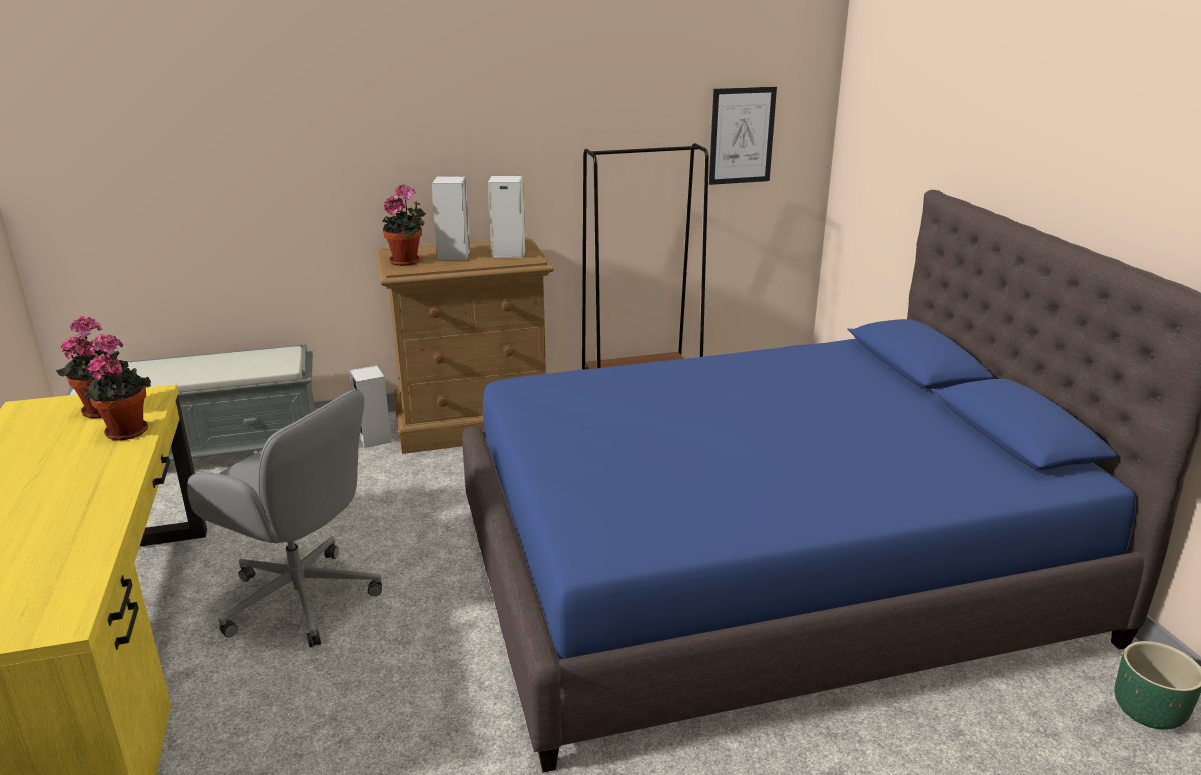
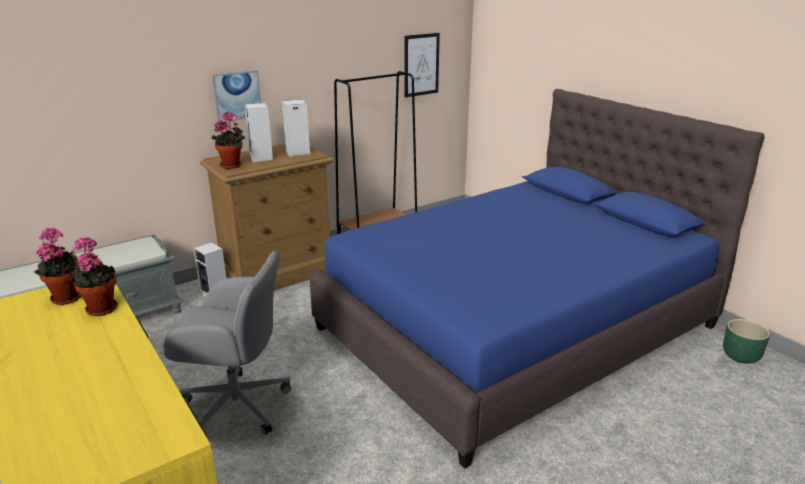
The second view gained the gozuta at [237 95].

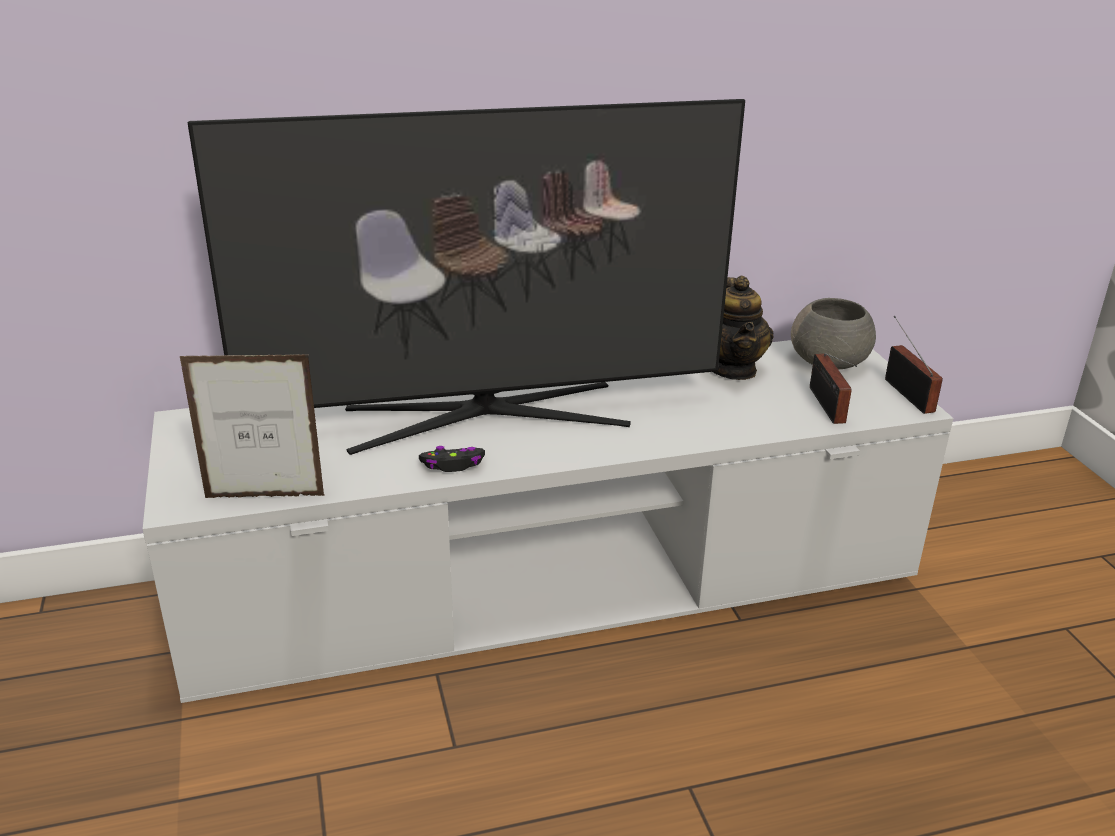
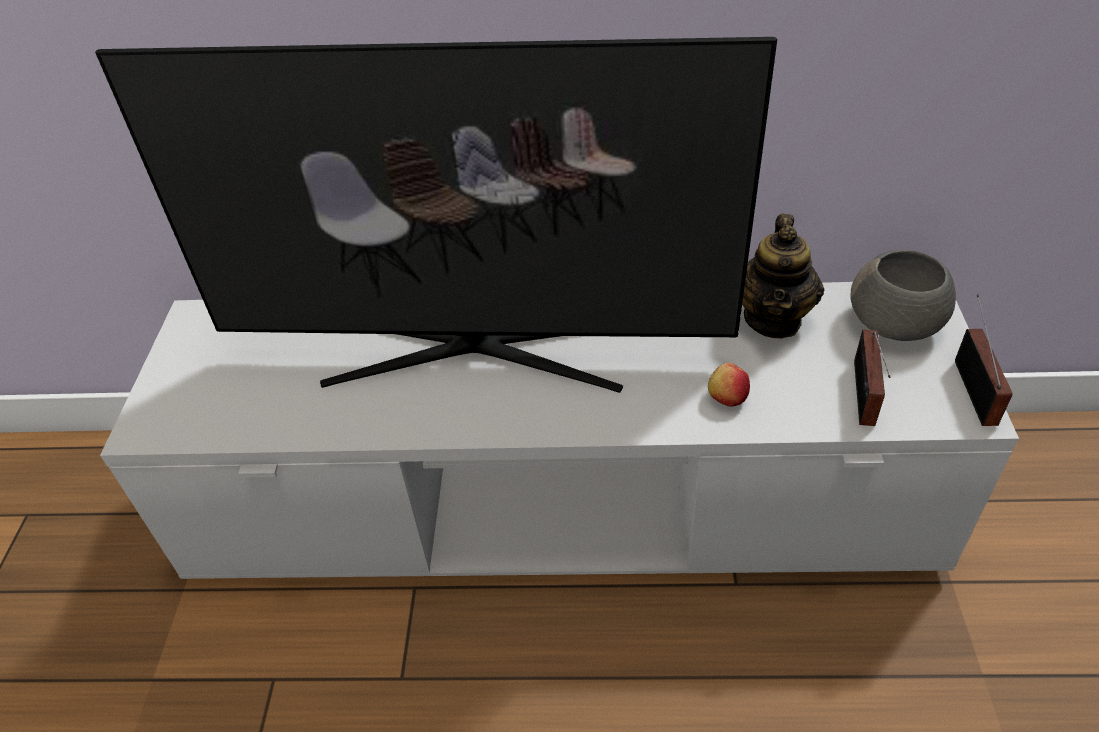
The second view lost the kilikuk at [265 497]. The second view lost the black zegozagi at [453 465]. The second view gained the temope at [727 397].

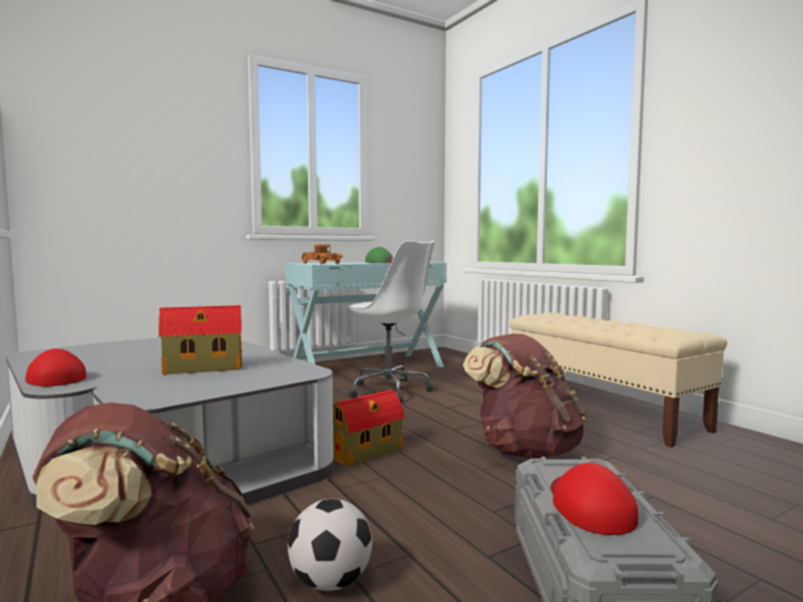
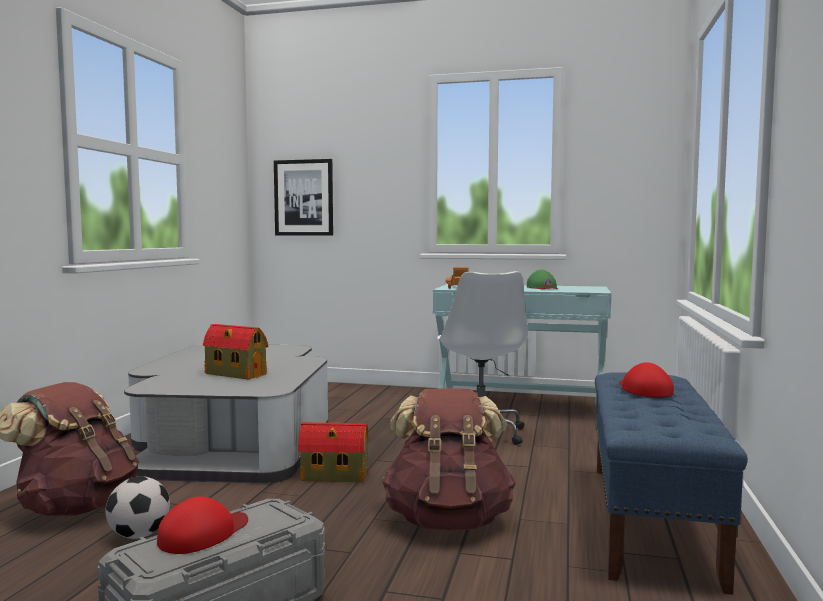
What was the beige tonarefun at [603 411] turned into the blue tonarefun at [651 520]. The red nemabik ended up elsewhere, having gone from [53 378] to [644 389]. The second view gained the gozuta at [304 198].

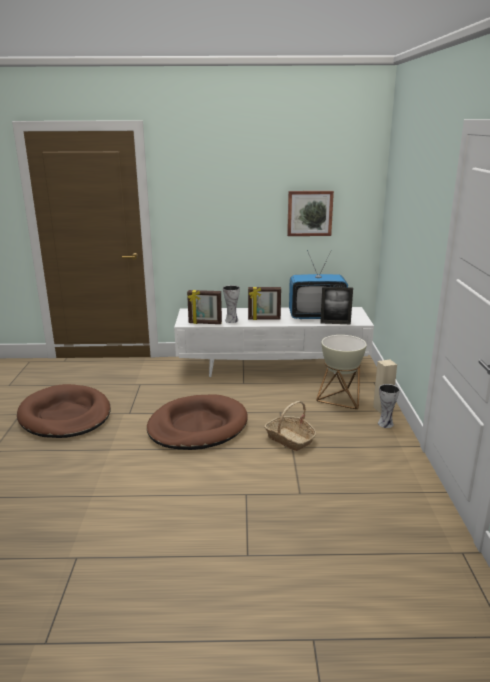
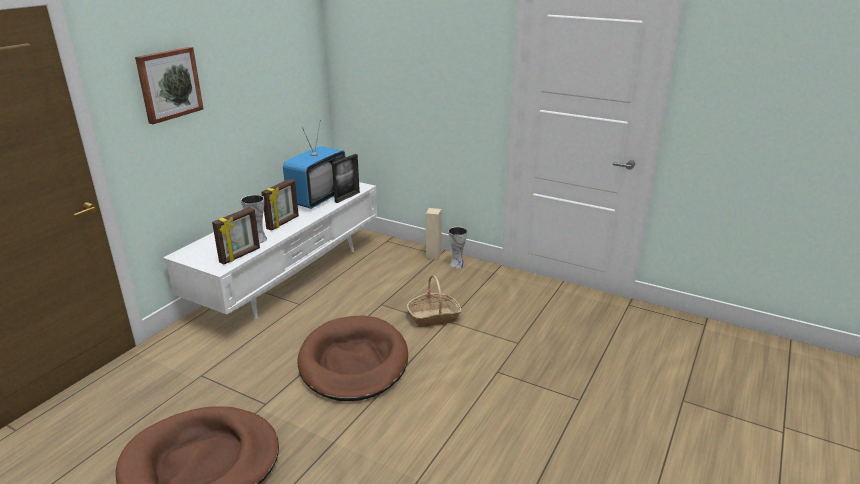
The gozuta ended up elsewhere, having gone from [309 213] to [169 84]. The second view lost the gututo at [340 399].

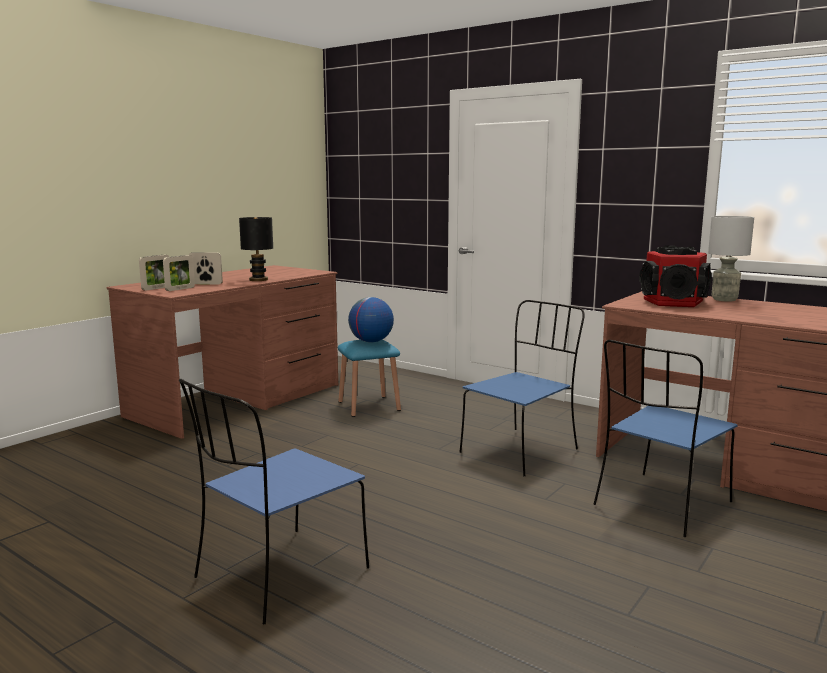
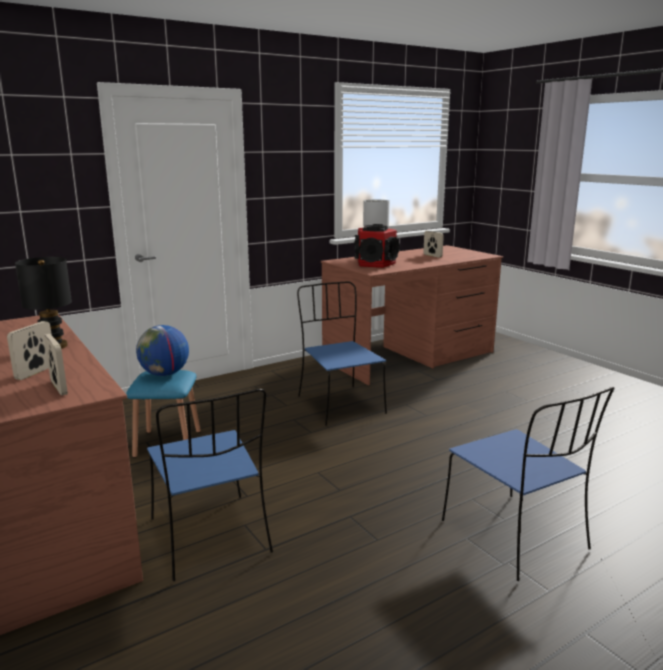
The kilikuk ended up elsewhere, having gone from [156 288] to [432 256]. The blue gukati ended up elsewhere, having gone from [661 505] to [211 537].

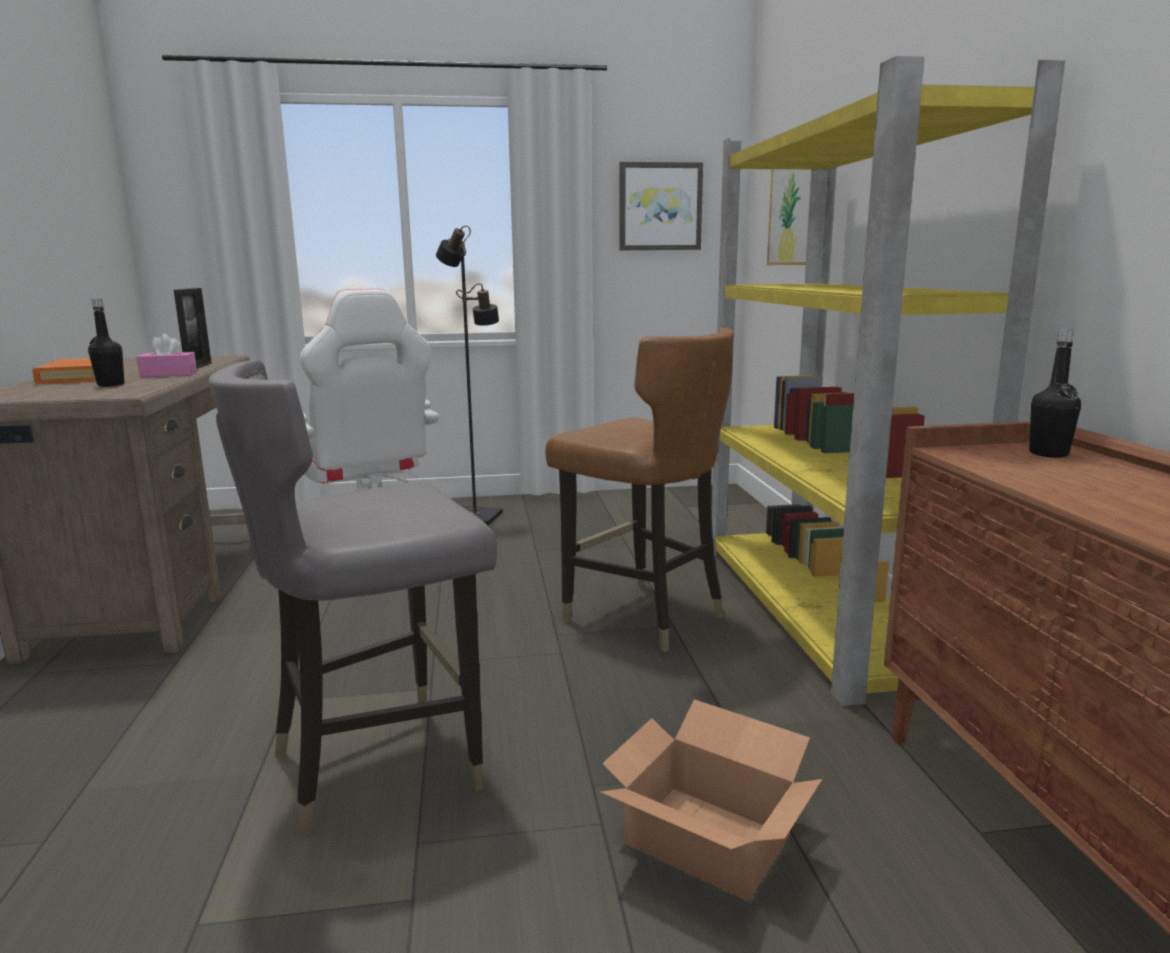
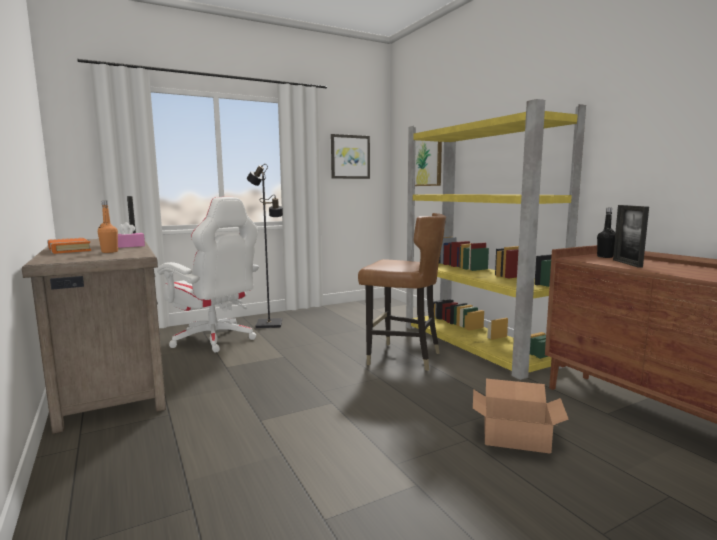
What was the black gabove at [111 385] turned into the orange gabove at [109 252]. The second view lost the grey gukati at [379 764]. The second view gained the kilikuk at [627 263].

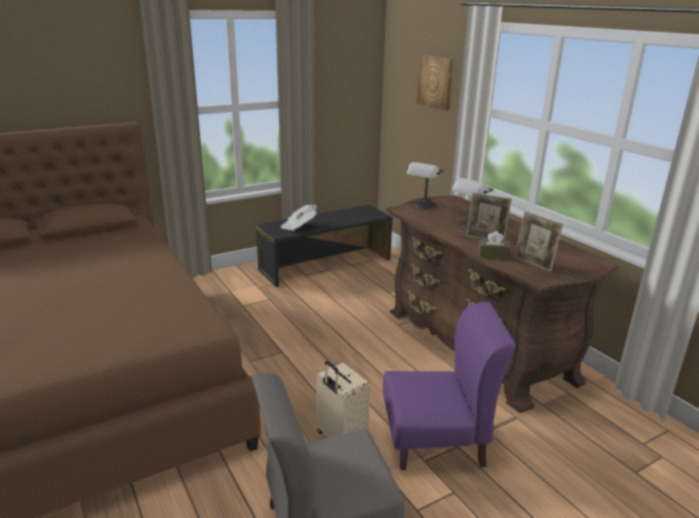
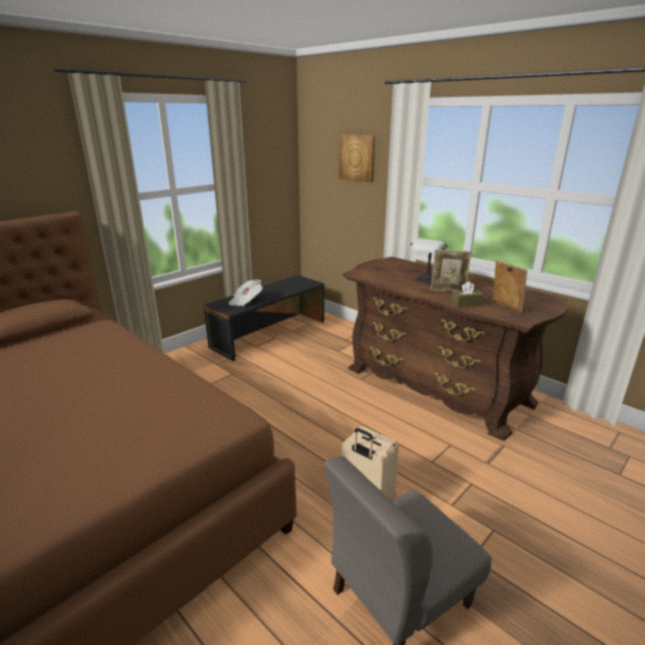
The second view lost the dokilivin at [423 206]. The kilikuk at [533 264] ended up facing another way, 150 degrees counterclockwise from before. The second view lost the purple gukati at [435 441].

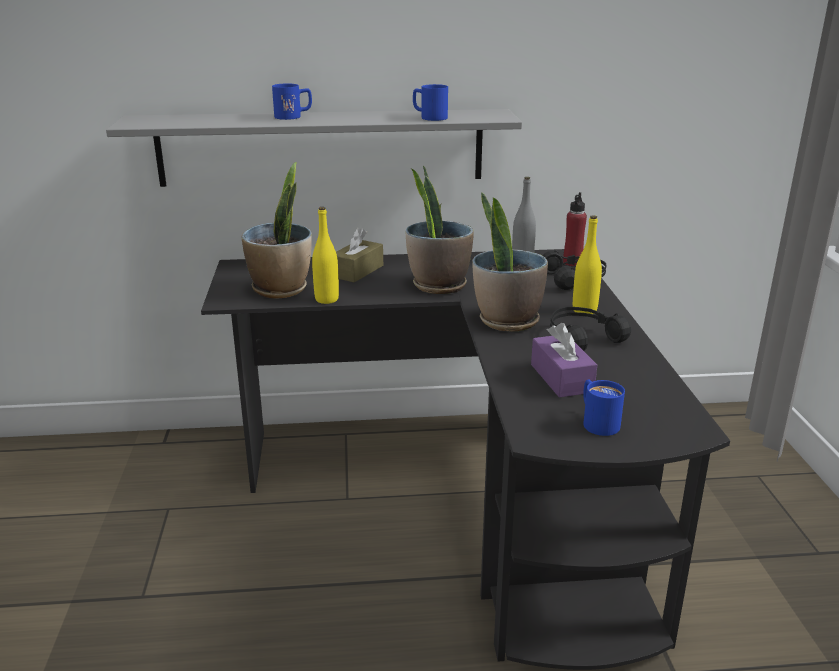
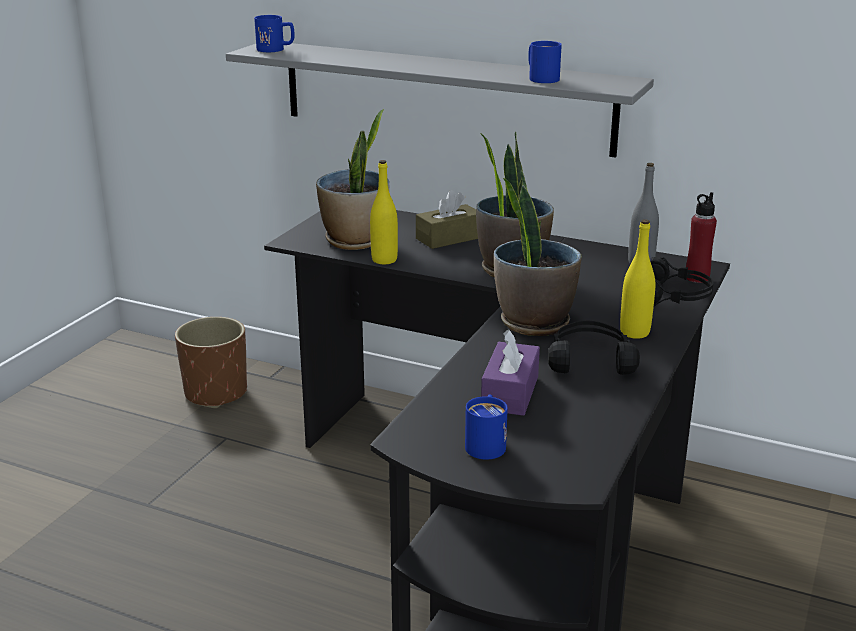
The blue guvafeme ended up elsewhere, having gone from [293 116] to [276 50]. The second view gained the brown gututo at [216 392].

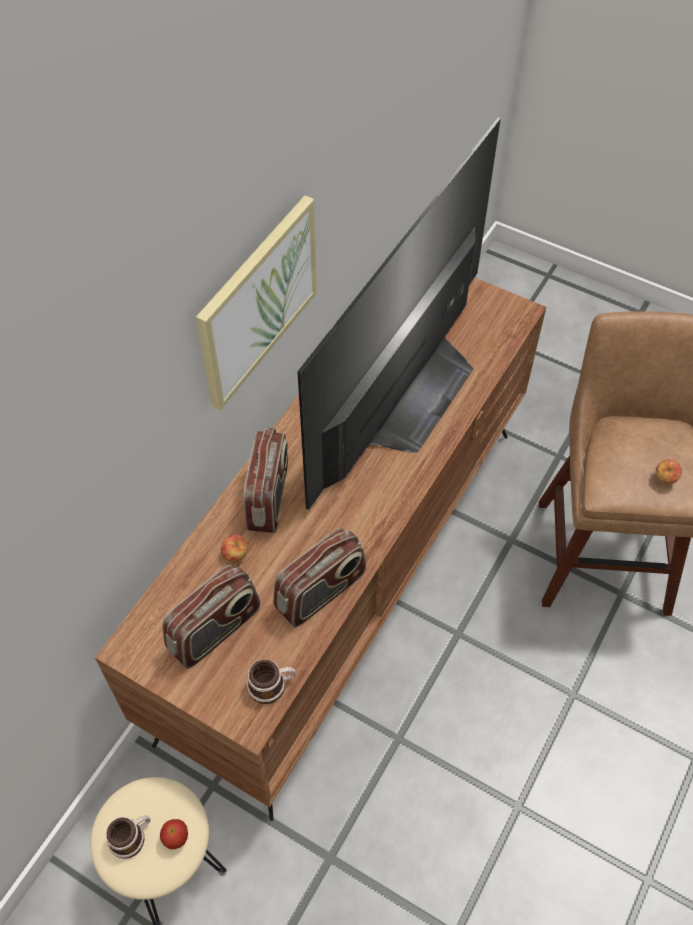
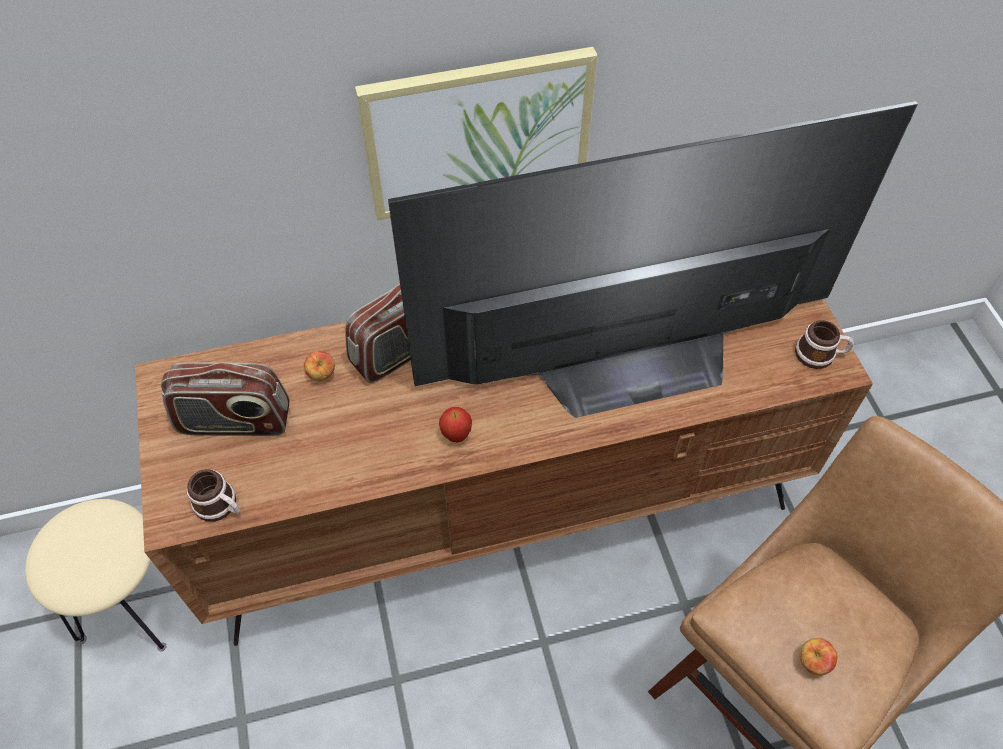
The second view lost the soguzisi at [321 592]. The guvafeme ended up elsewhere, having gone from [132 837] to [820 355]. The temope ended up elsewhere, having gone from [176 839] to [456 435].

